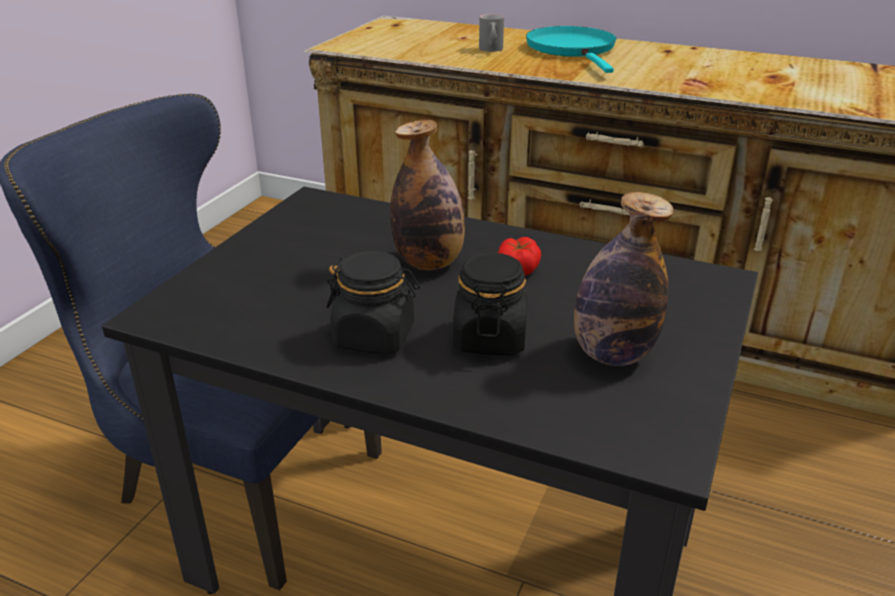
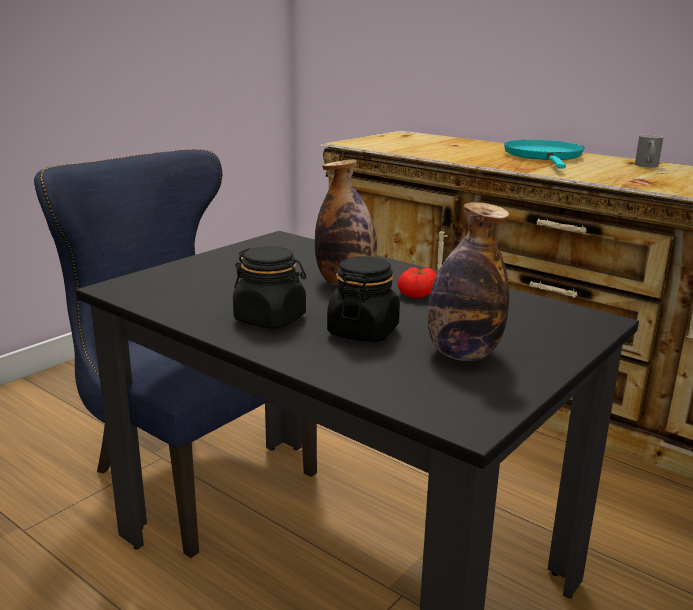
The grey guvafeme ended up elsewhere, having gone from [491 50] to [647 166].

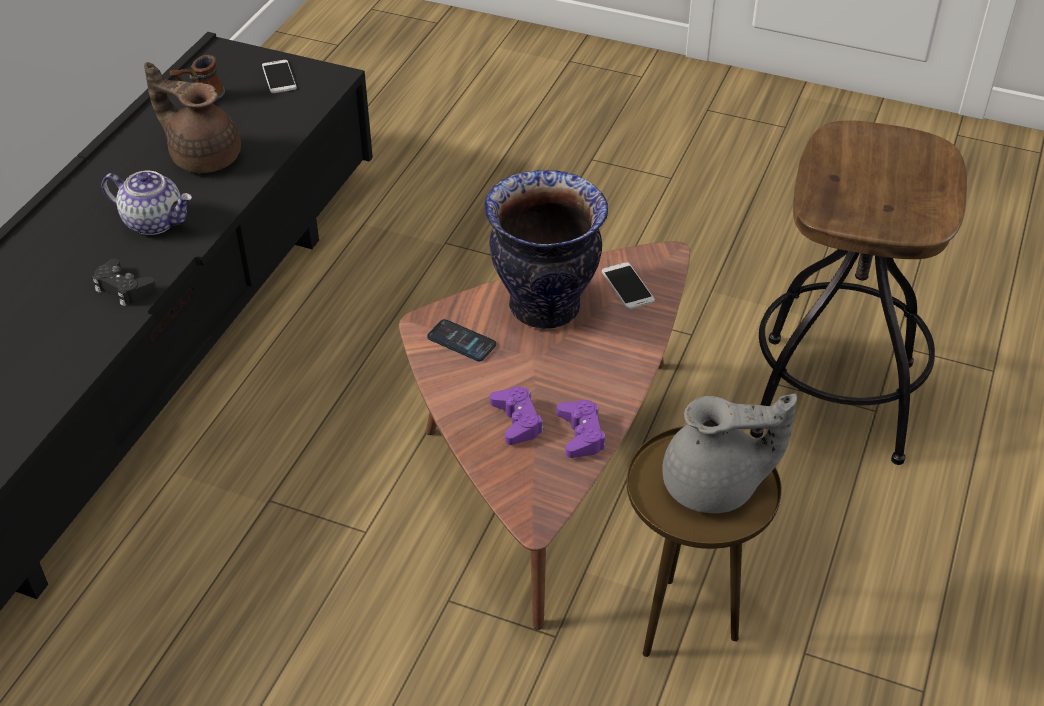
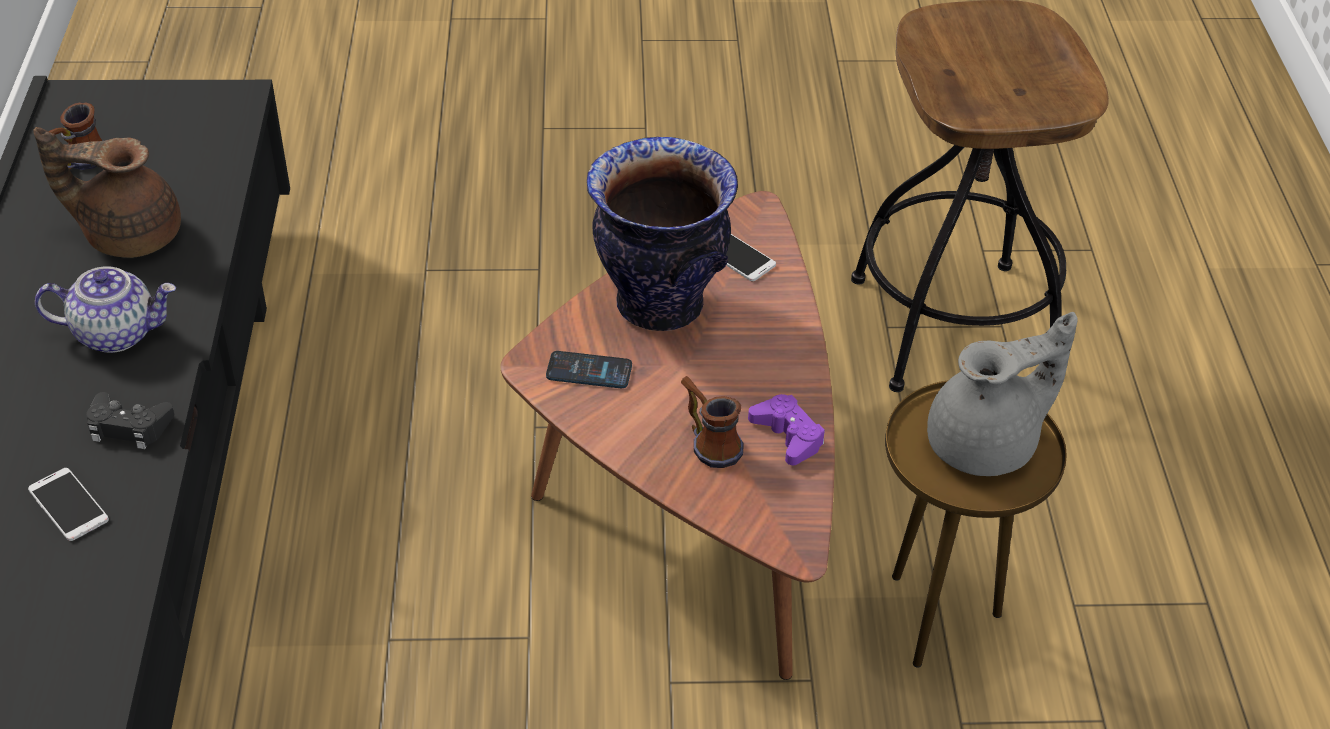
The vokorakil ended up elsewhere, having gone from [279 77] to [68 505]. Where the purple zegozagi stood at [517 420], the guvafeme came to stand at [708 442].

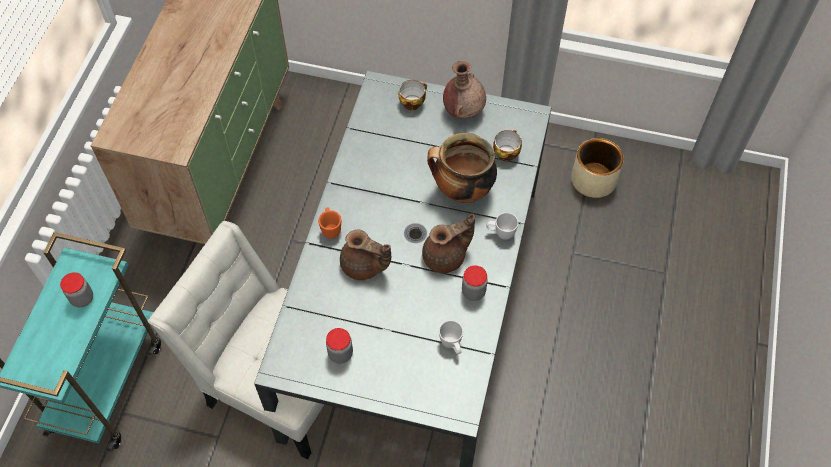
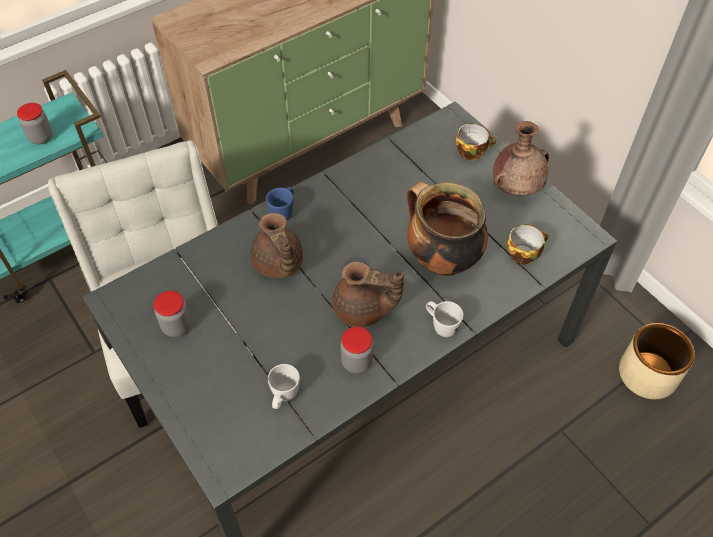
What was the orange guvafeme at [330 228] turned into the blue guvafeme at [284 211].

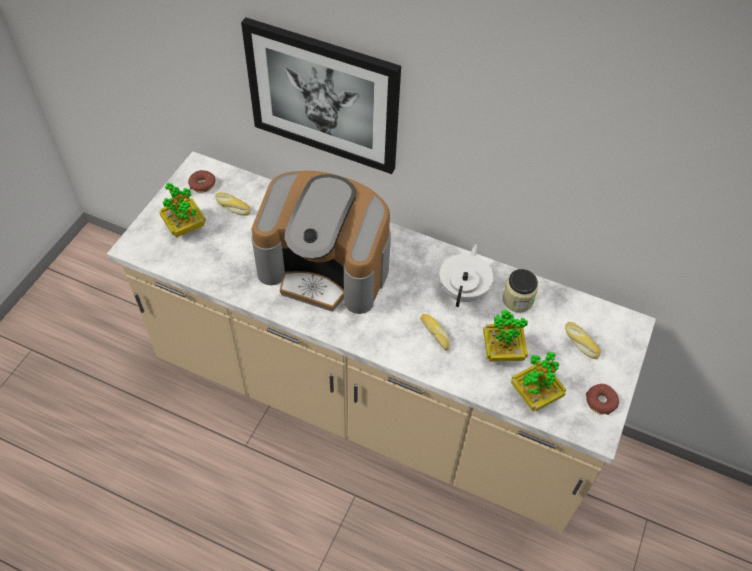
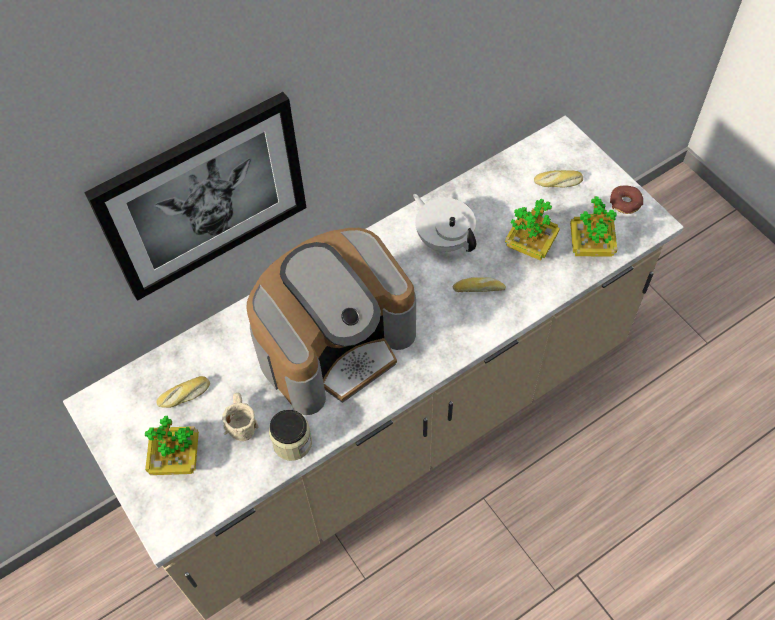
The second view lost the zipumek at [202 184]. The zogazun ended up elsewhere, having gone from [517 300] to [292 443]. The second view gained the beige guvafeme at [240 422].

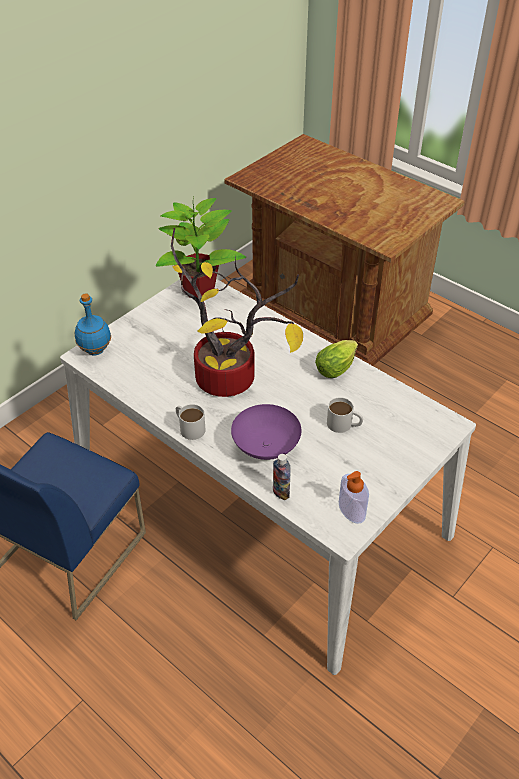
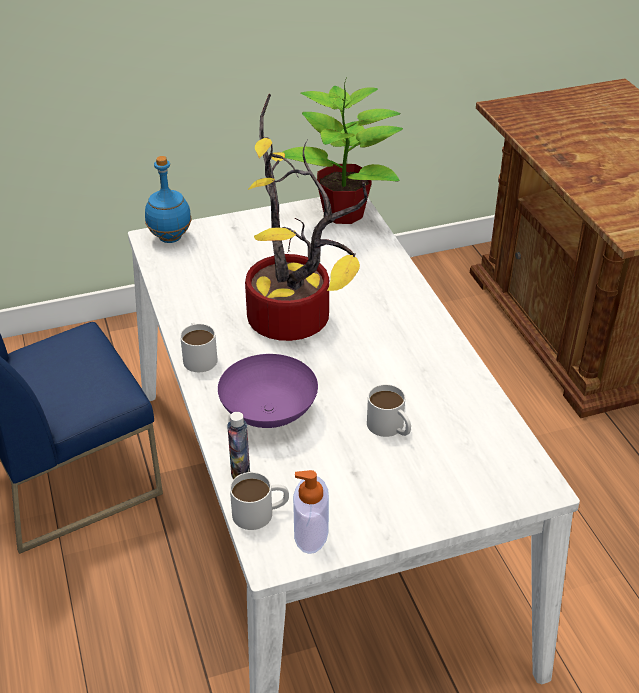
The second view lost the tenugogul at [337 367]. The second view gained the white guvafeme at [260 512].

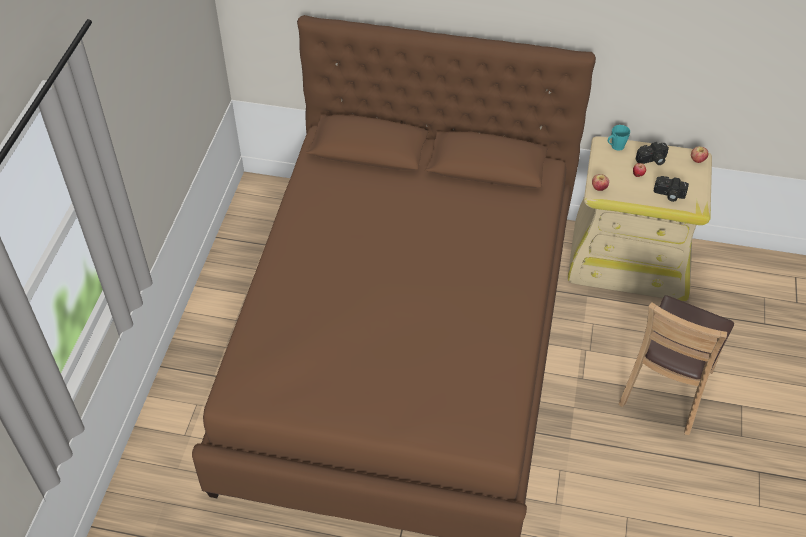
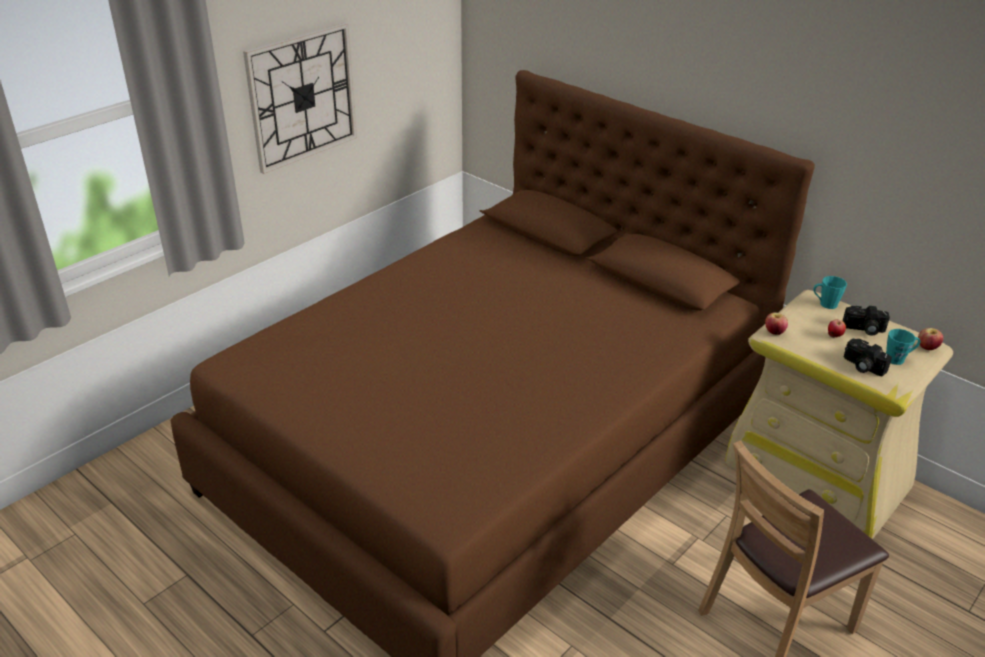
The second view gained the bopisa at [302 97]. The second view gained the turquoise guvafeme at [898 359].

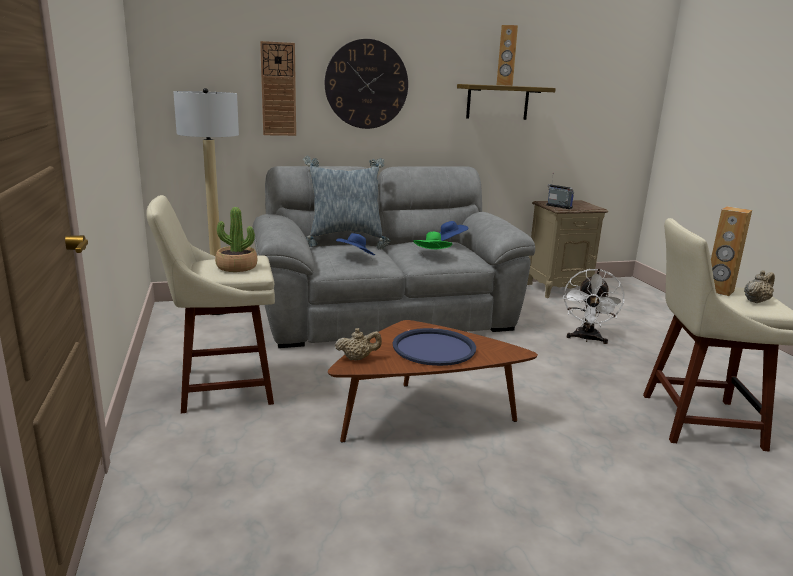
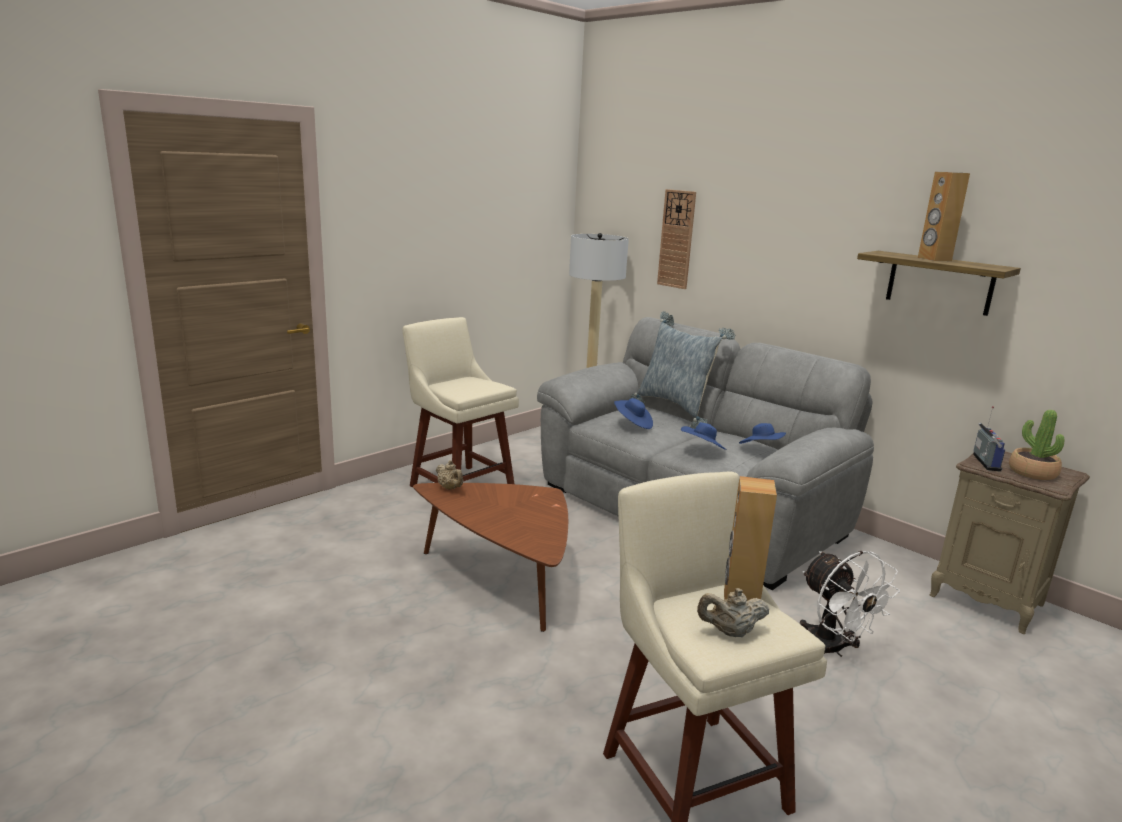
The second view lost the bopisa at [366 84]. The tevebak ended up elsewhere, having gone from [236 267] to [1032 472]. What was the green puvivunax at [432 253] turned into the blue puvivunax at [702 449]. The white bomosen at [586 339] ended up facing another way, 105 degrees counterclockwise from before. The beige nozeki at [756 301] ended up facing another way, 150 degrees clockwise from before. The second view lost the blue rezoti at [434 348].

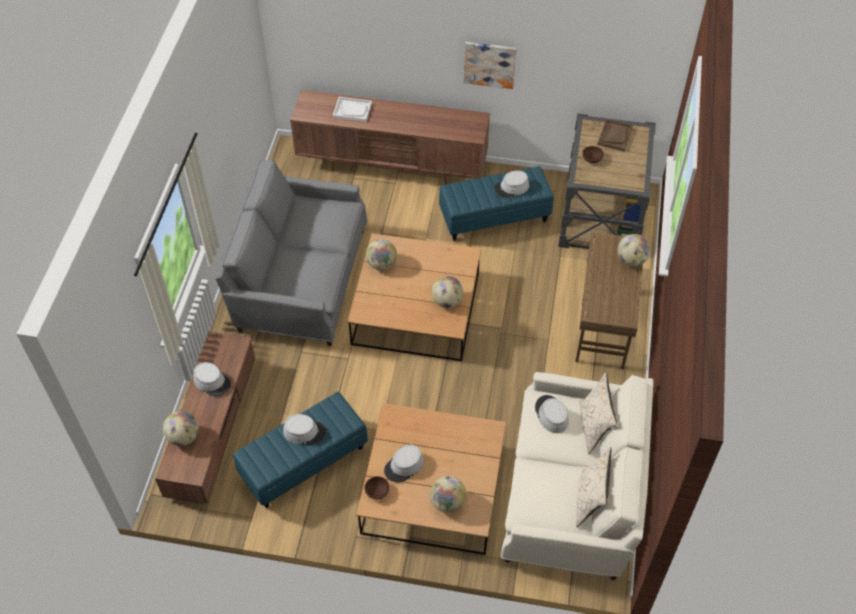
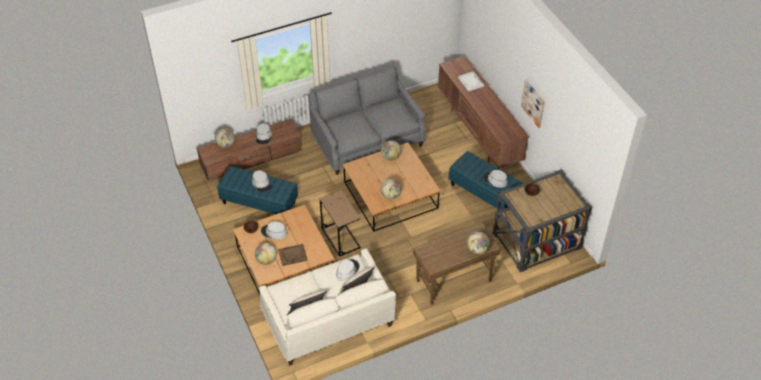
The brown rezoti ended up elsewhere, having gone from [614 136] to [293 255]. The second view gained the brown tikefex at [340 238].

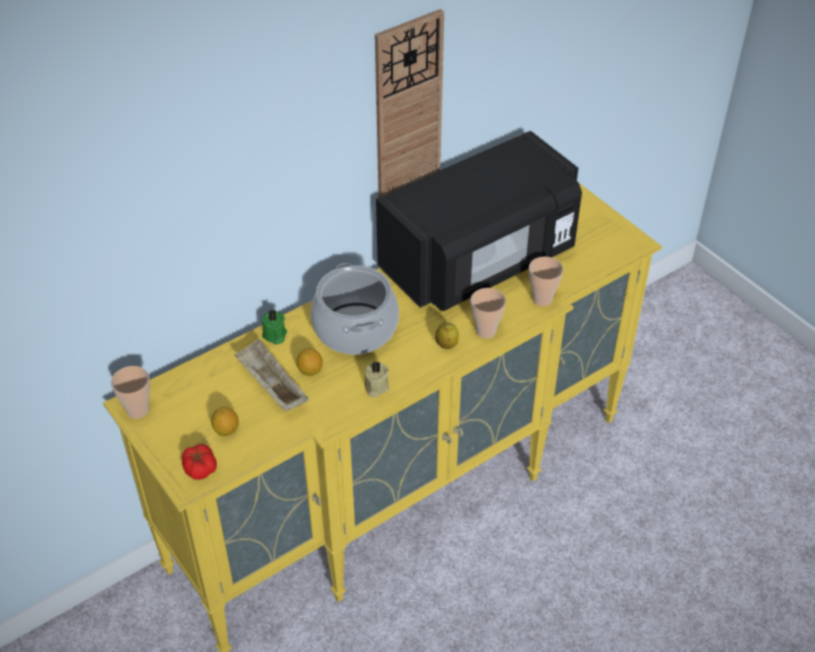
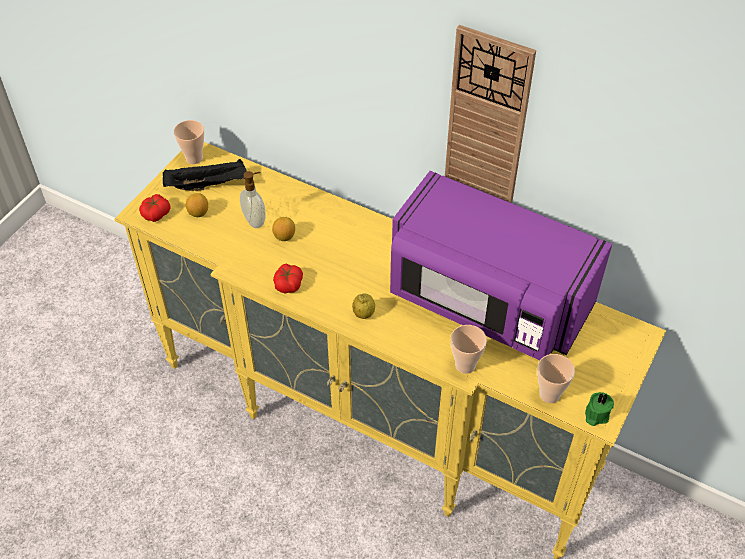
What was the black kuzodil at [480 260] turned into the purple kuzodil at [487 301]. The second view lost the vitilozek at [355 329]. The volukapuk ended up elsewhere, having gone from [485 331] to [549 394]. The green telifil ended up elsewhere, having gone from [274 335] to [595 415]. Where the beige rezoti stood at [271 386], the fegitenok came to stand at [255 220]. Where the beige telifil stood at [375 387], the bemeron came to stand at [288 284]. The second view gained the black rezoti at [208 184].

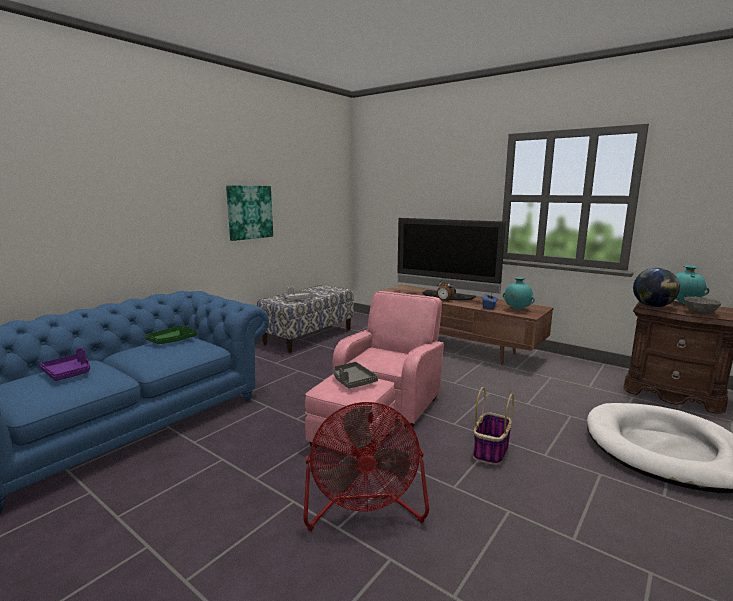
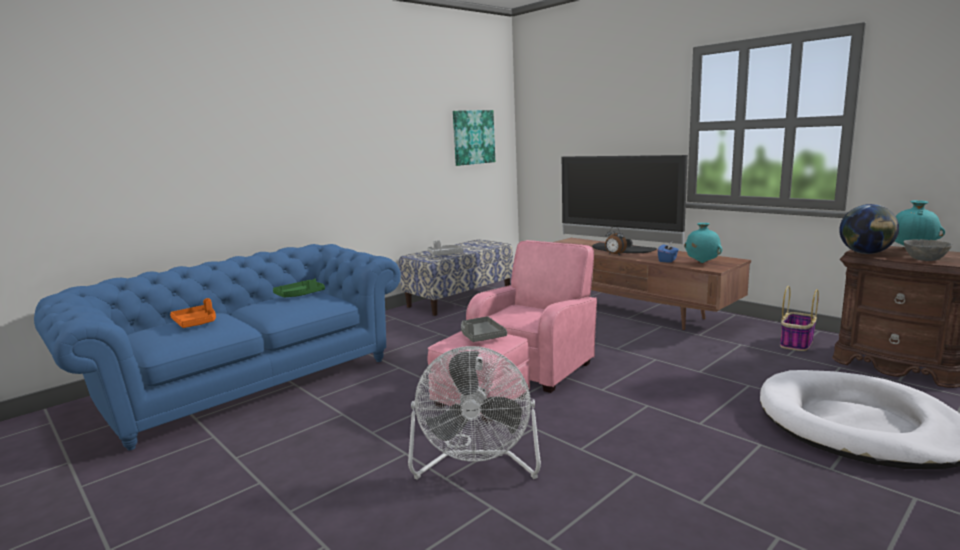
The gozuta ended up elsewhere, having gone from [249 212] to [473 137]. What was the purple rezoti at [69 373] turned into the orange rezoti at [196 323]. The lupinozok ended up elsewhere, having gone from [491 451] to [796 343]. What was the red bomosen at [360 509] turned into the white bomosen at [472 464].

